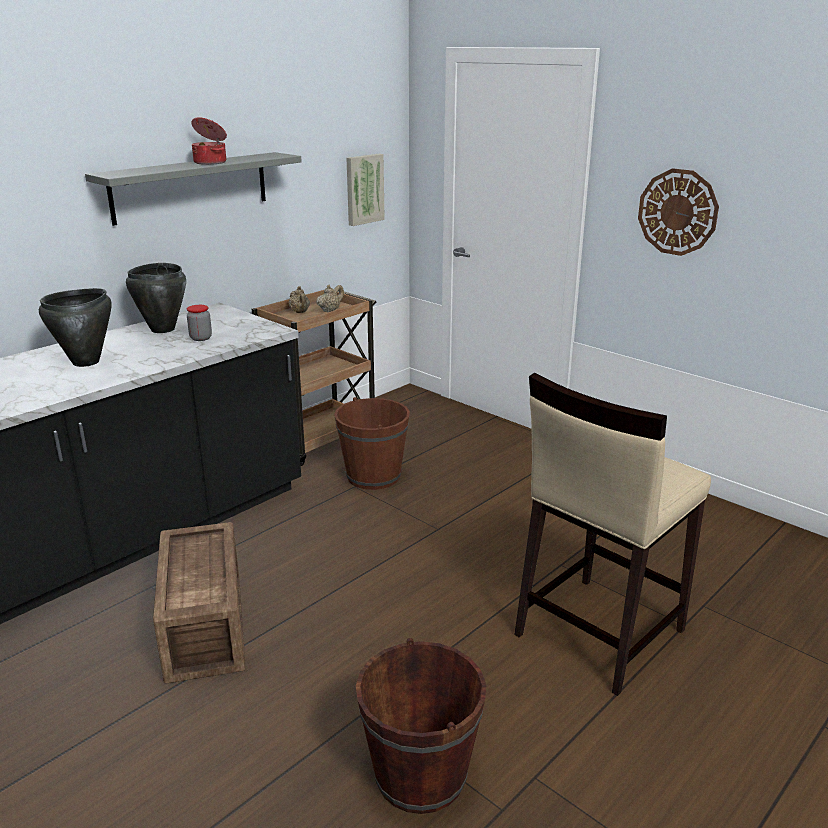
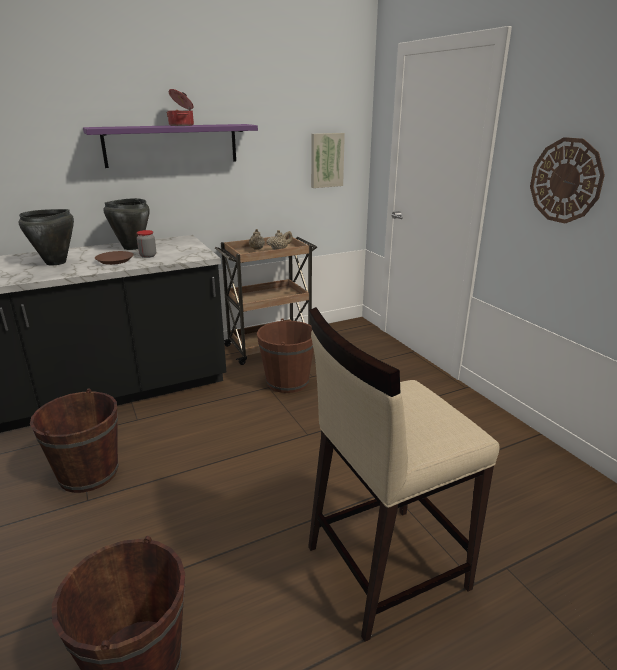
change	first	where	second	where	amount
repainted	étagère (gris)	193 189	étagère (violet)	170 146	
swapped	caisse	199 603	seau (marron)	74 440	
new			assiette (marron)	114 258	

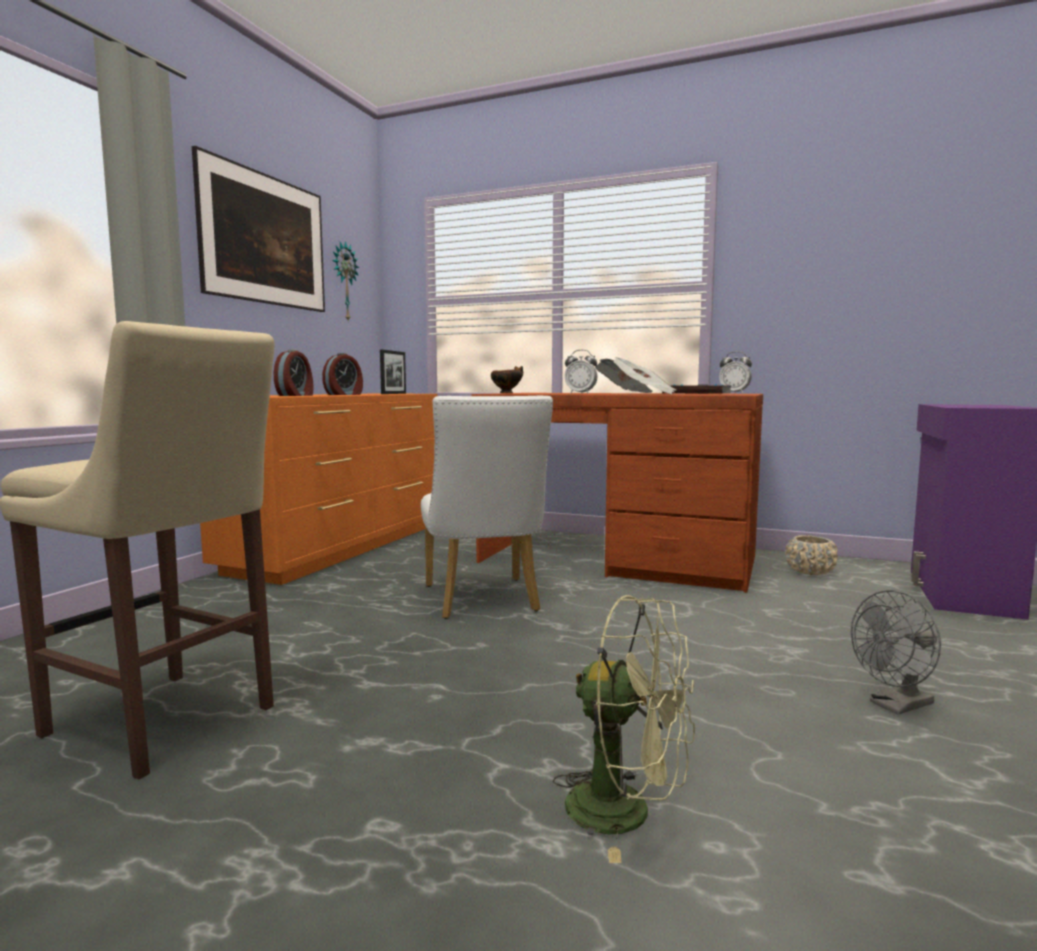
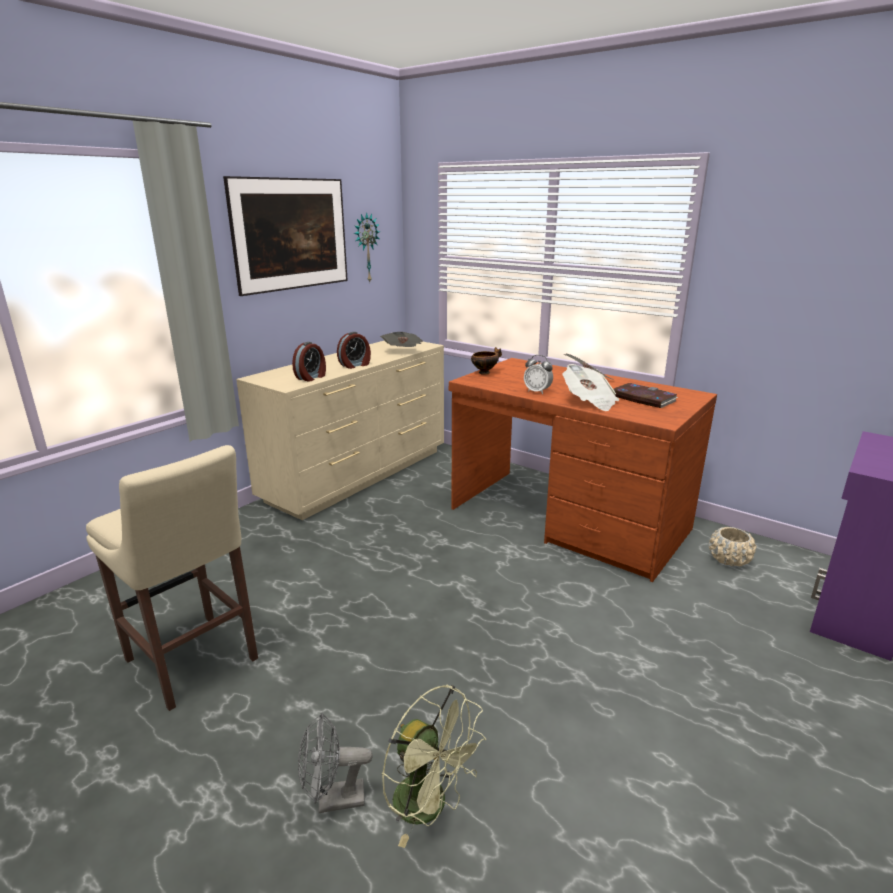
change	first	where	second	where	amount
repainted	commode (orange)	319 489	commode (beige)	340 430	
swapped	cadre photo	393 372	journal	401 339	
gone	chaise (blanc)	487 507			
gone	réveil	735 372			
shifted	ventilateur (gris)	896 652		335 762	

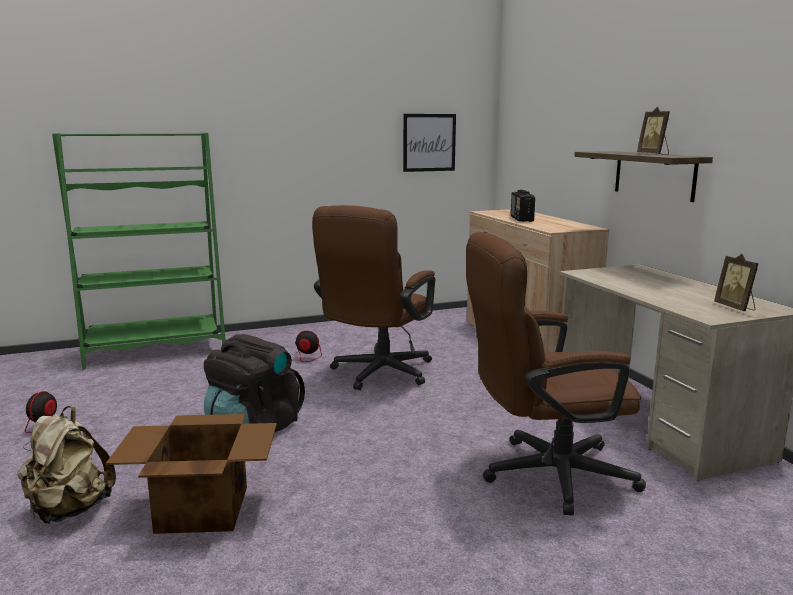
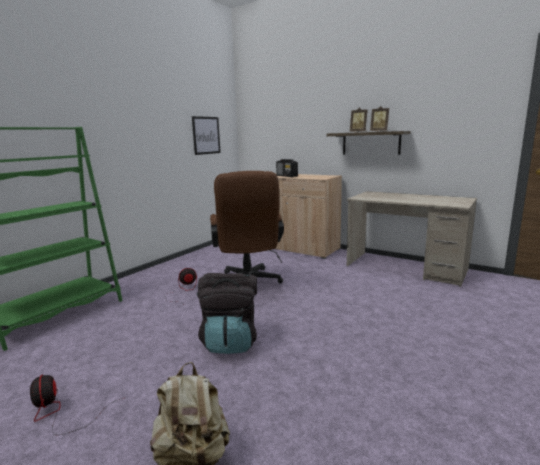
change	first	where	second	where	amount
gone	carton	191 474			
gone	chaise de bureau (marron)	556 374			
shifted	cadre photo	736 282		358 120	

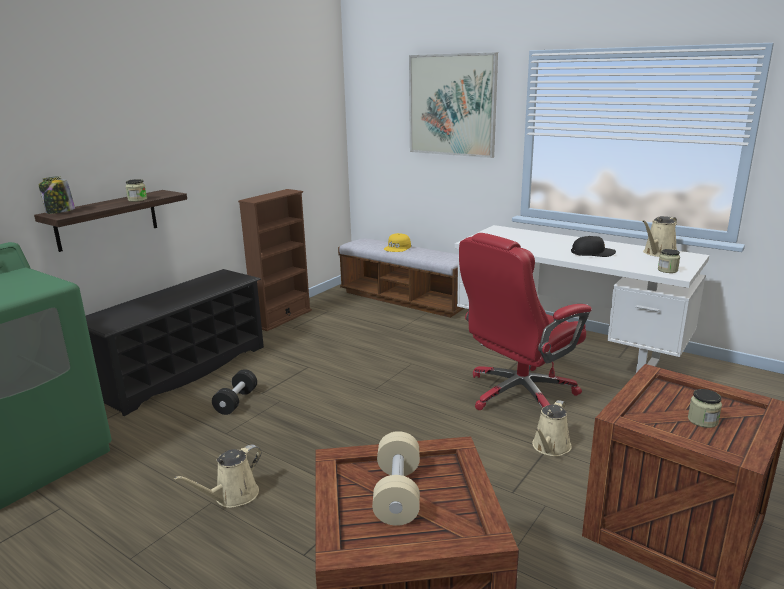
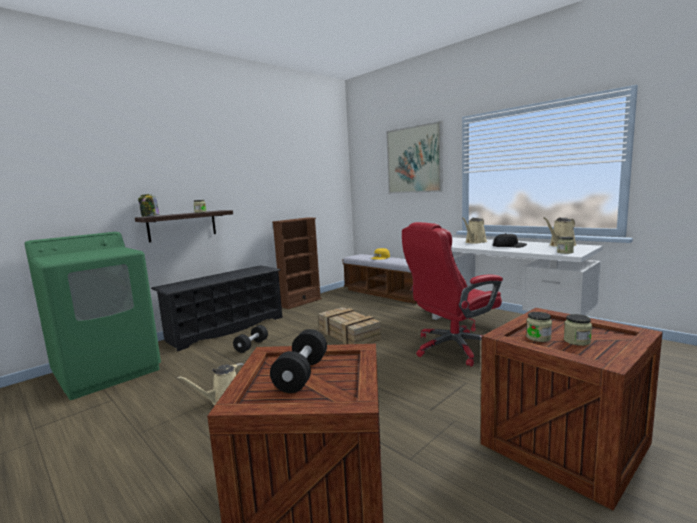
change	first	where	second	where	amount
repainted	haltère (beige)	396 478	haltère (noir)	298 361	
shifted	arrosoir (beige)	552 428		474 231	
new			caisse	349 325	
new			bocal	539 327	

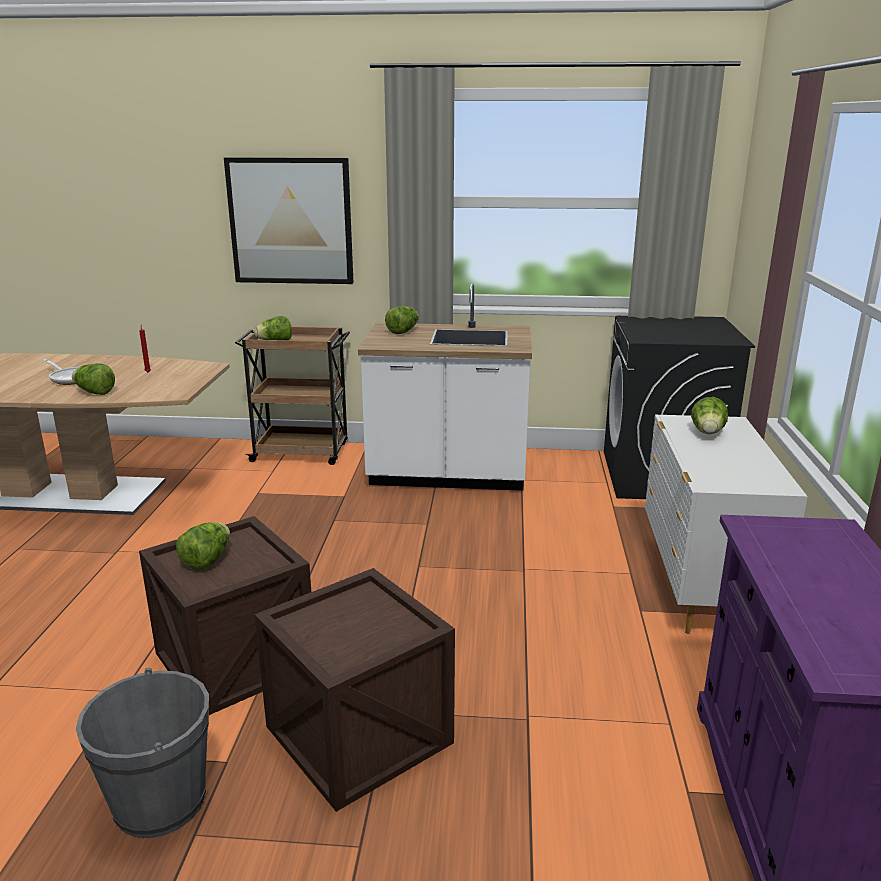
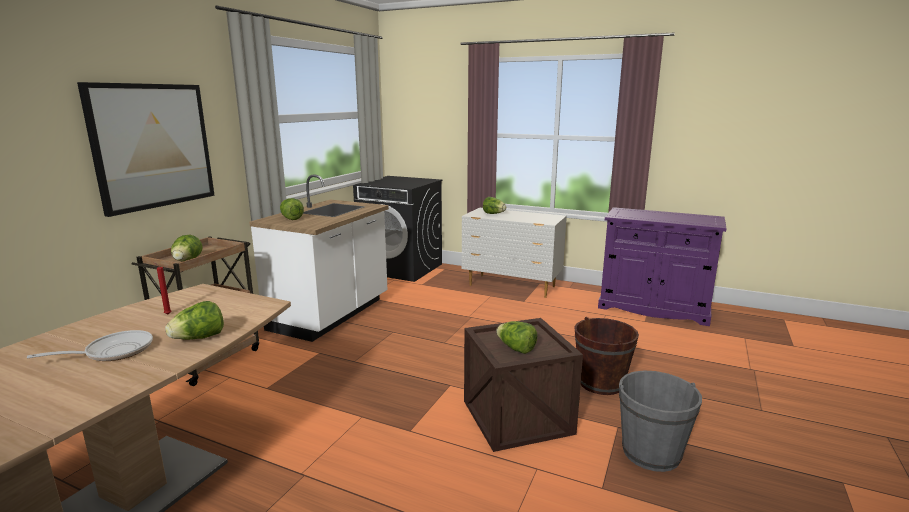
change	first	where	second	where	amount
swapped	caisse	355 690	seau (marron)	606 356	

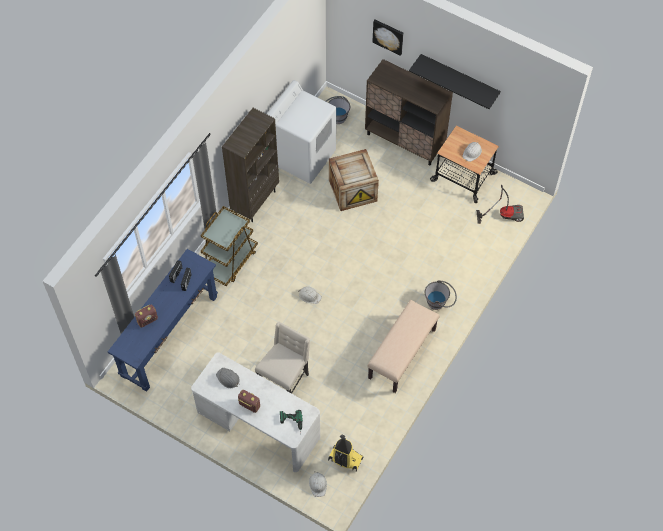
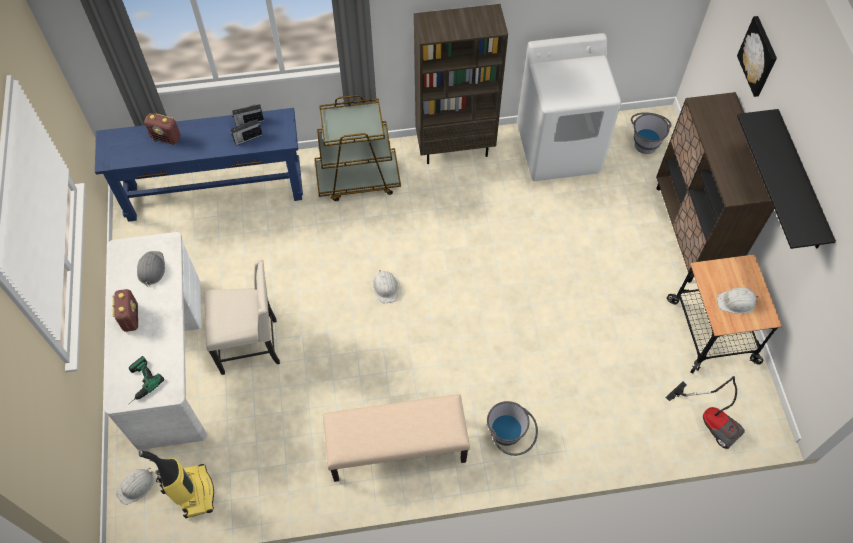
change	first	where	second	where	amount
gone	caisse	354 180			

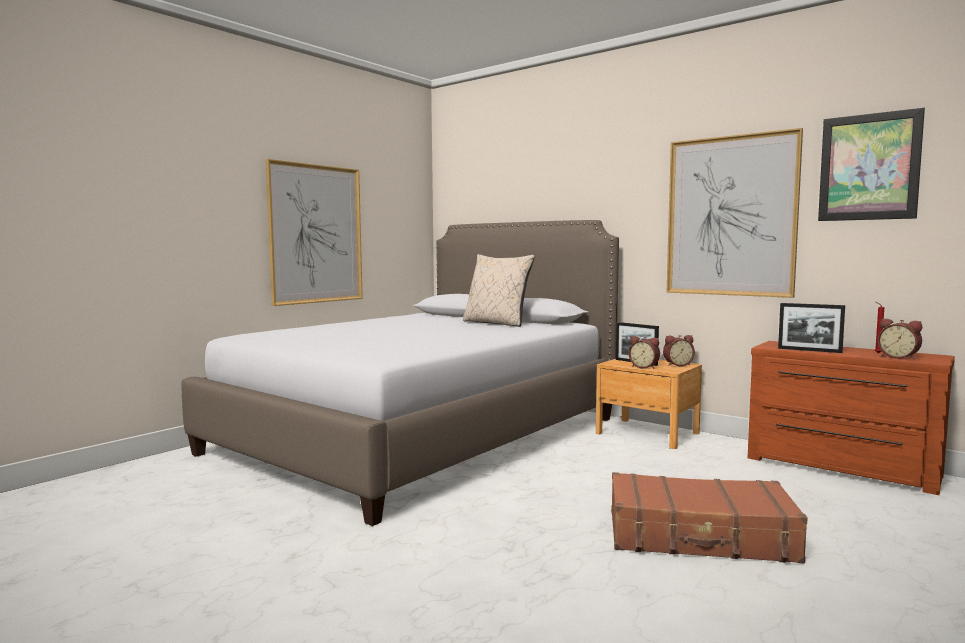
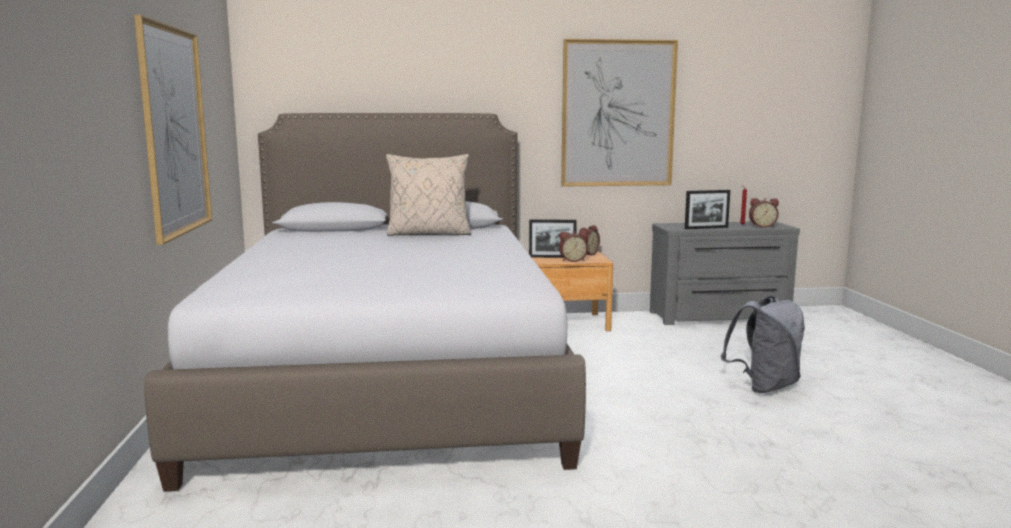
change	first	where	second	where	amount
swapped	valise (marron)	709 518	sac à dos (gris)	763 344	
repainted	commode (marron)	851 418	commode (gris)	725 273	
gone	tableau	871 164			

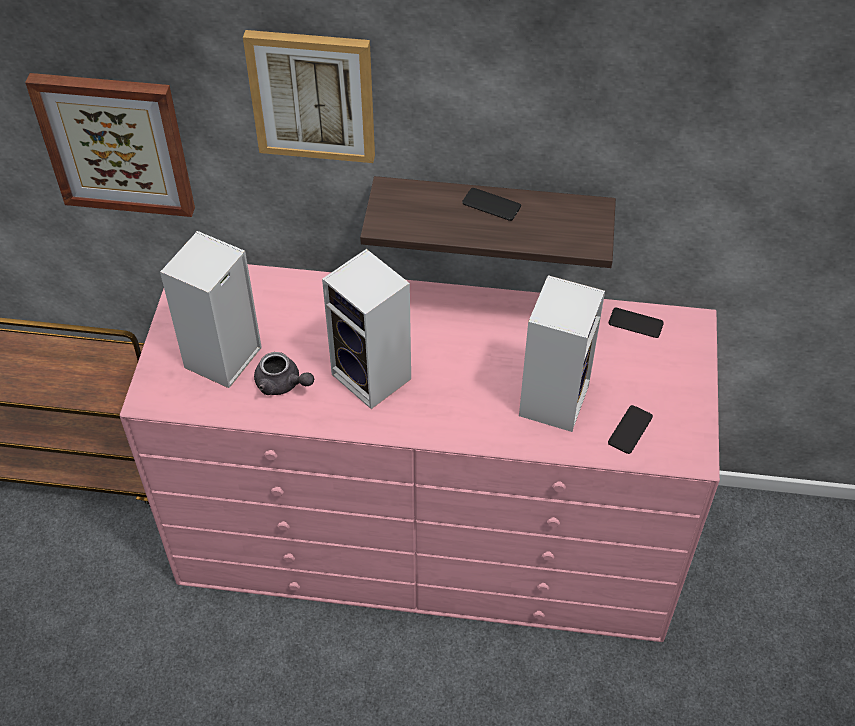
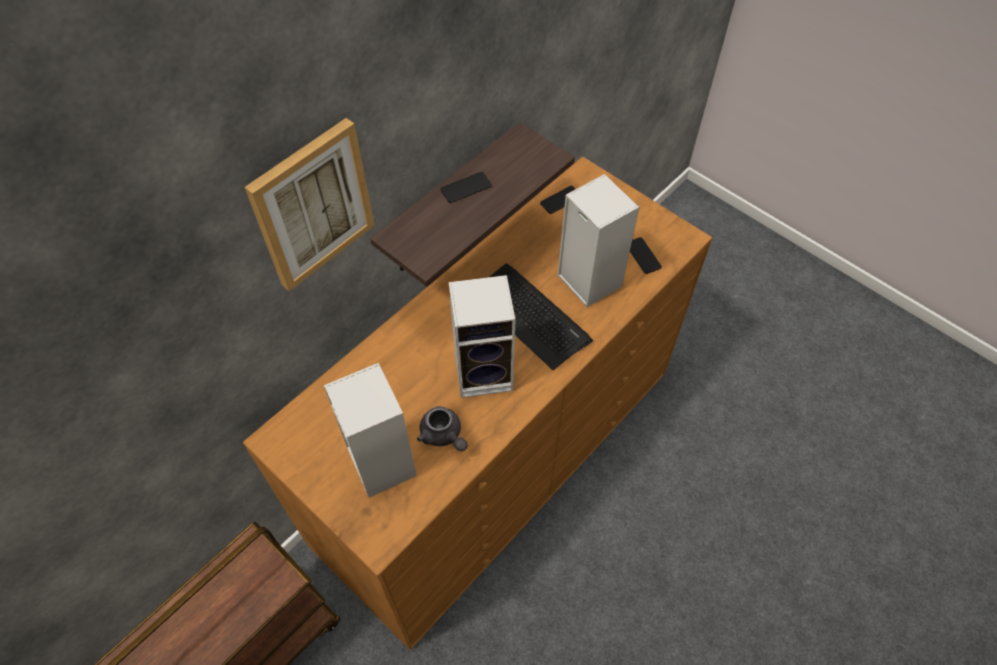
change	first	where	second	where	amount
gone	tableau	110 145			
repainted	commode (rose)	419 453	commode (marron)	477 403	
rotated	théière (gris)	284 373		442 428	75 degrees clockwise
new			clavier	541 316	

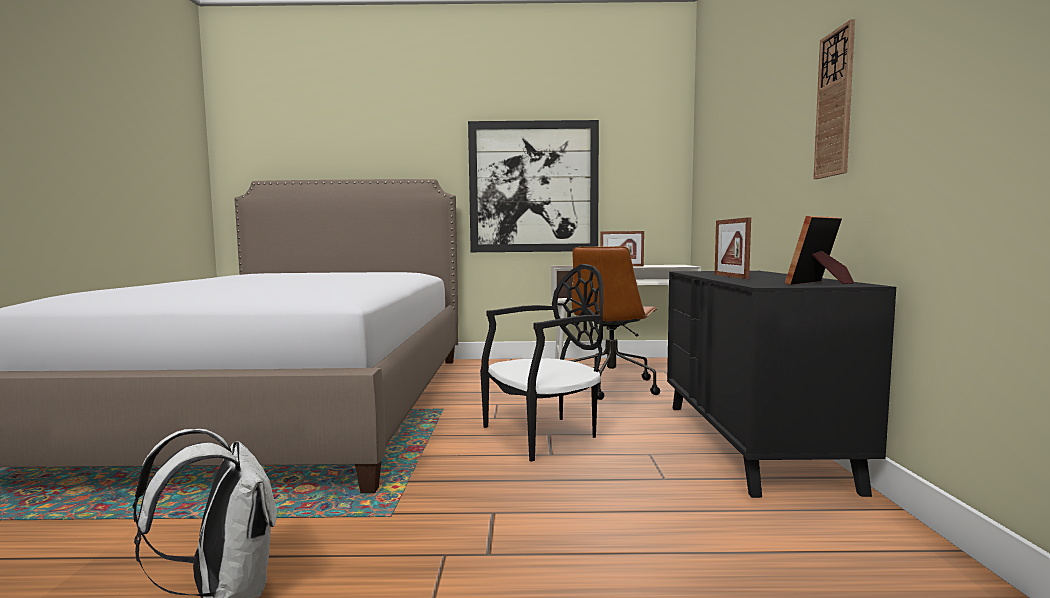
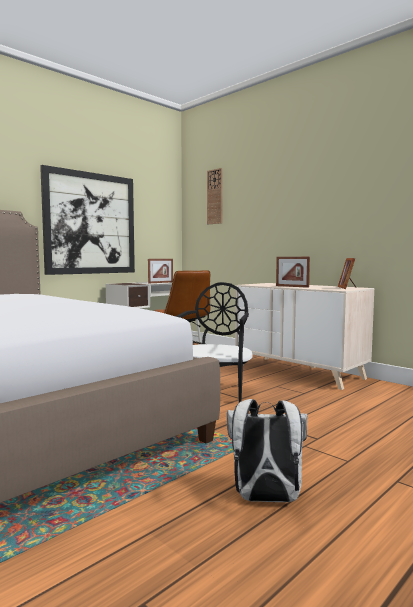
change	first	where	second	where	amount
repainted	commode (noir)	781 384	commode (beige)	304 336	
shifted	horloge murale	834 99		215 196	

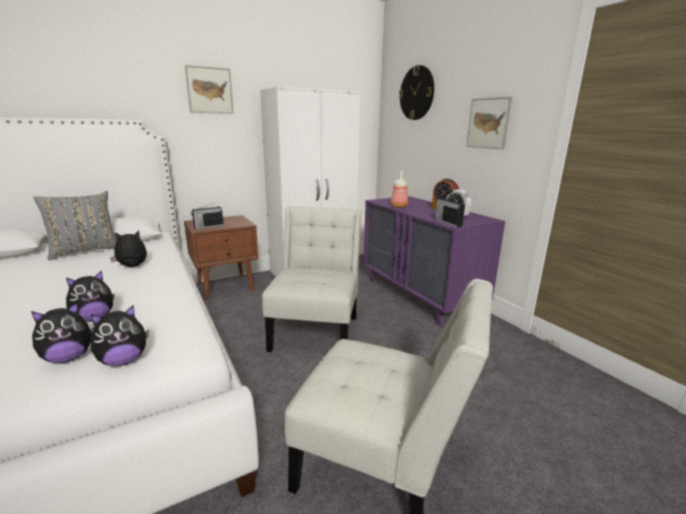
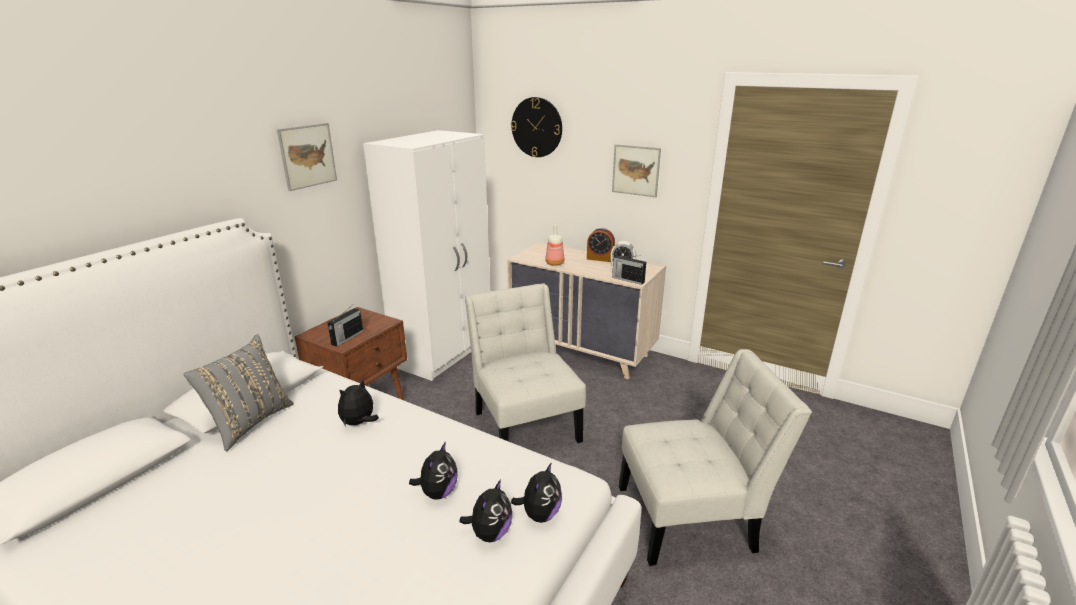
change	first	where	second	where	amount
repainted	commode (violet)	434 261	commode (beige)	586 311	

